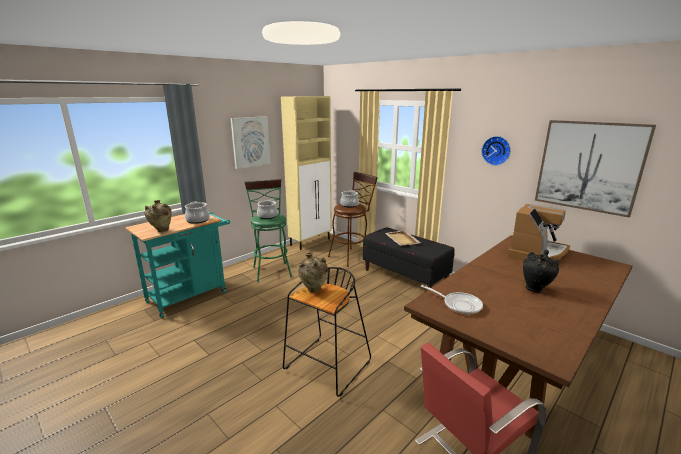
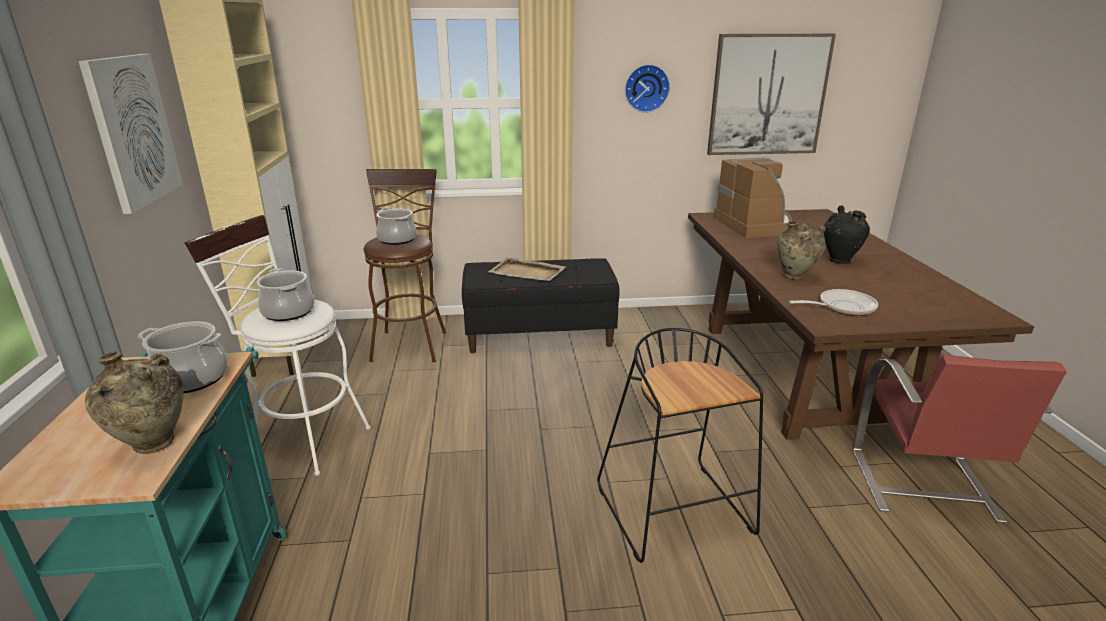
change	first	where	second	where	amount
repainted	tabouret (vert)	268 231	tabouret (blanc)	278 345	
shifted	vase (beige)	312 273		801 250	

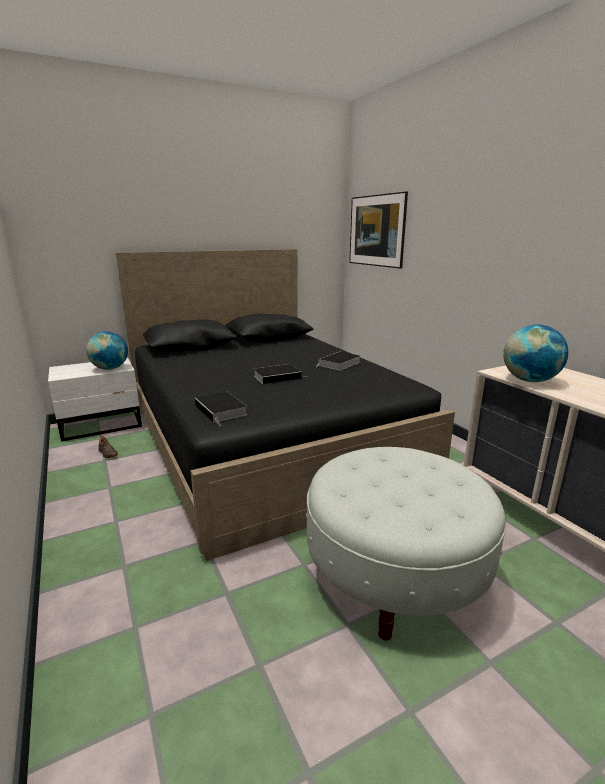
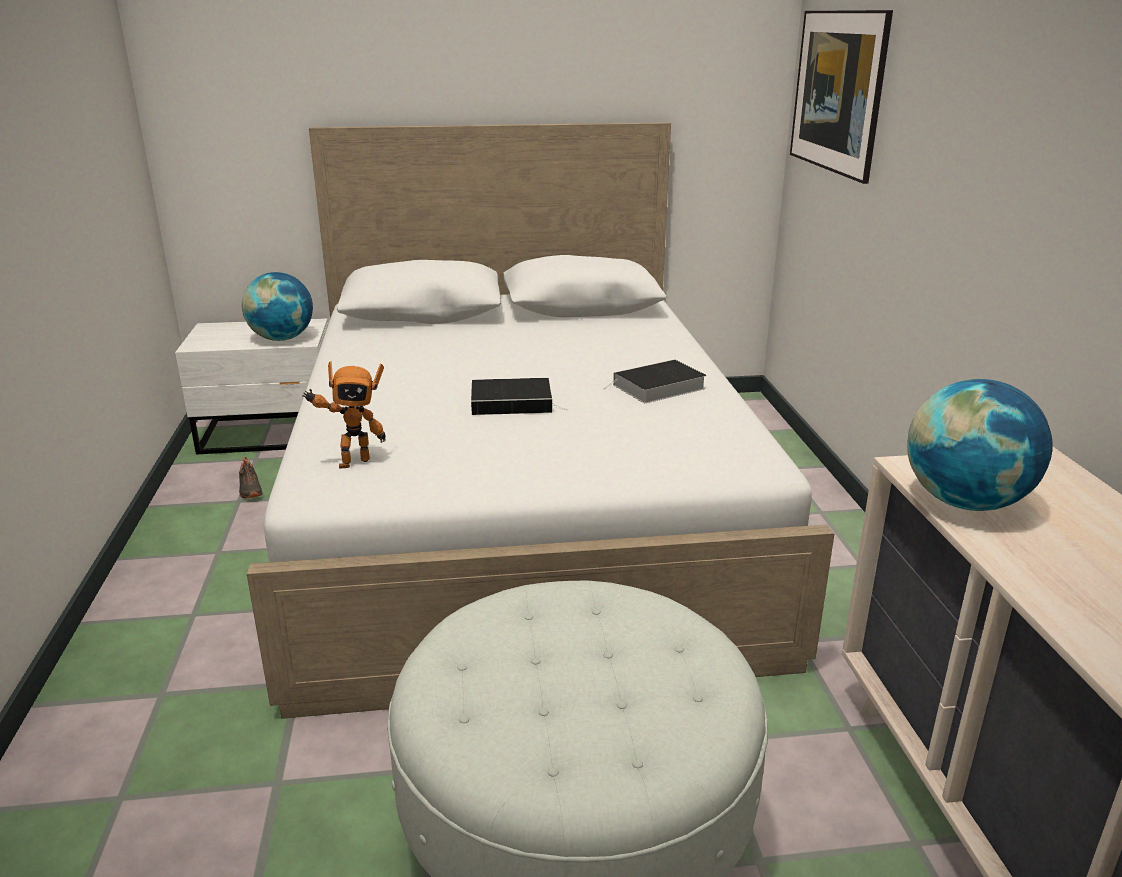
change	first	where	second	where	amount
repainted	lit (noir)	285 405	lit (blanc)	540 420	
swapped	livre	221 409	robot jouet	344 415	

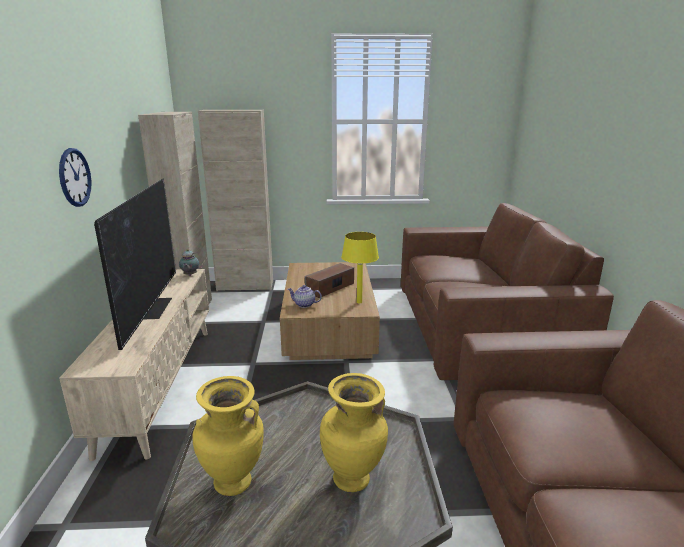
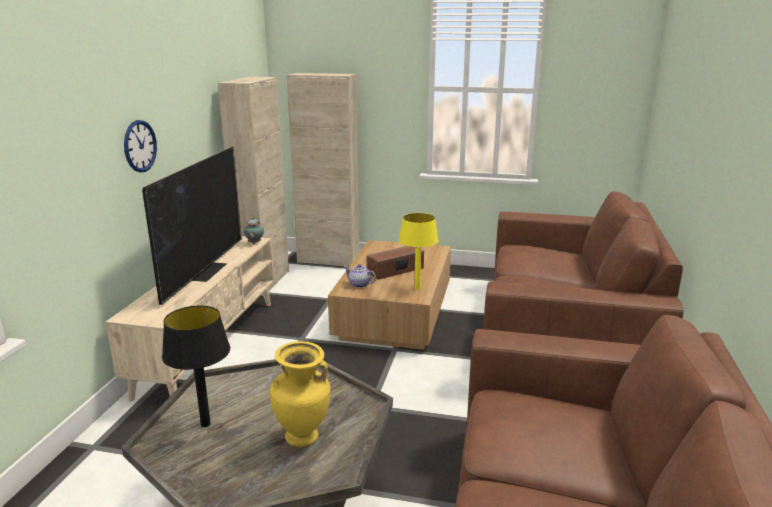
change	first	where	second	where	amount
swapped	vase (jaune)	228 436	lampe de table (noir)	196 366	

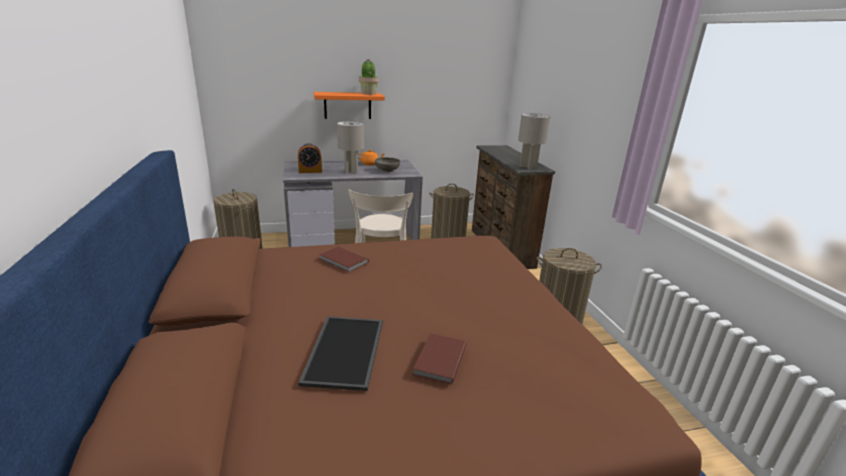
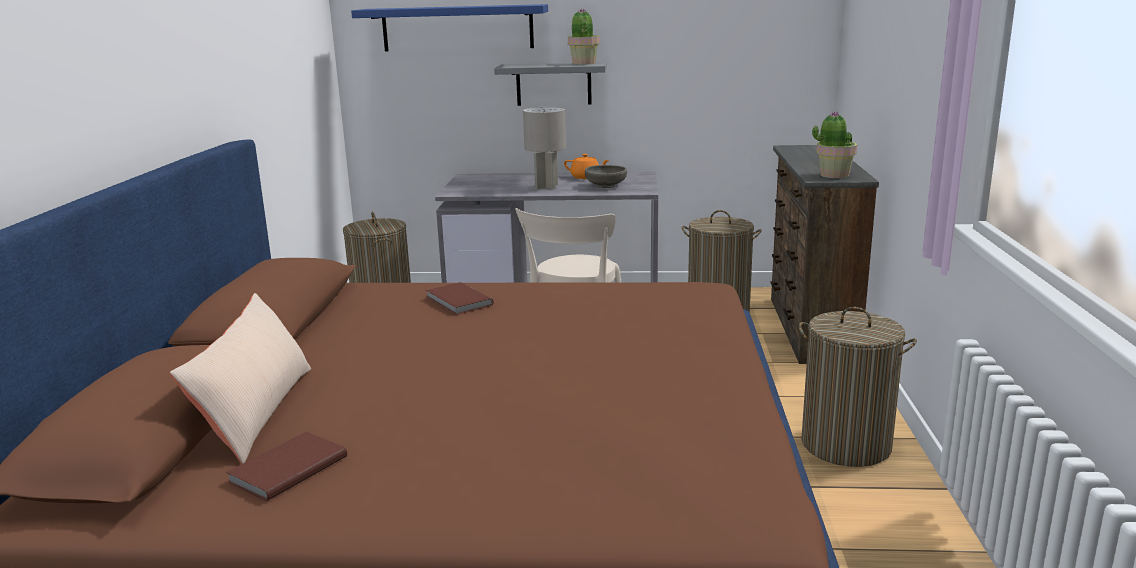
change	first	where	second	where	amount
gone	réveil	310 158			
gone	plateau	340 353			
repainted	étagère (orange)	349 105	étagère (gris)	550 84	
shifted	livre (marron)	439 358		286 466	
swapped	lampe de table (gris)	534 141	plante en pot	834 144	
new			coussin (beige)	240 378	
new			étagère (bleu)	449 28	

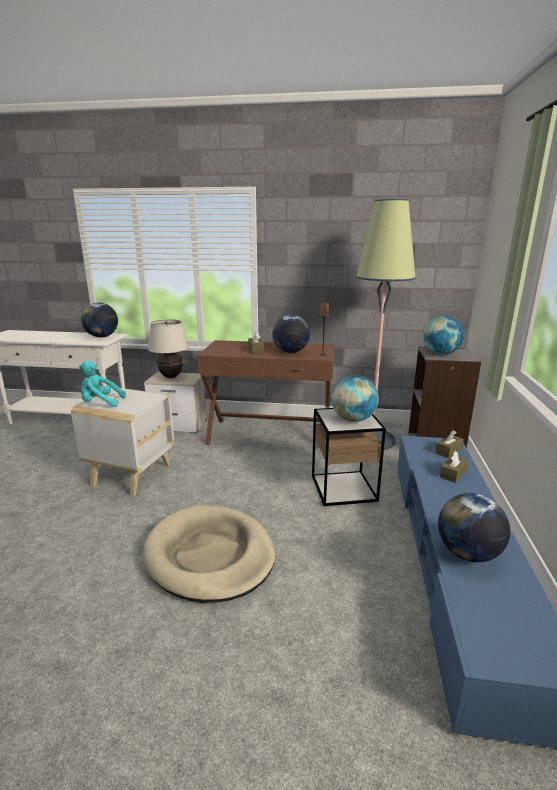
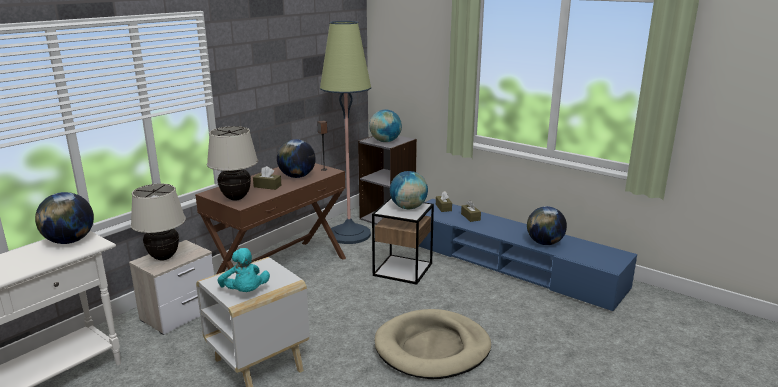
change	first	where	second	where	amount
rotated	peluche (turquoise)	102 384		243 270	60 degrees counterclockwise
new			lampe de table (beige)	232 163	

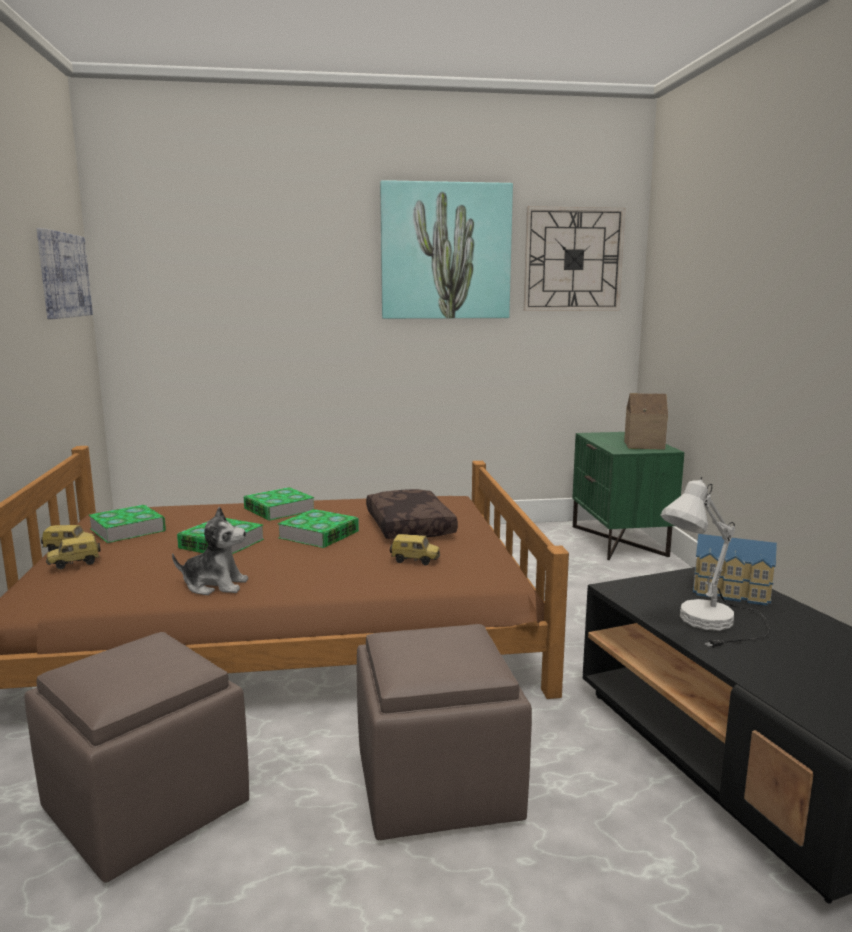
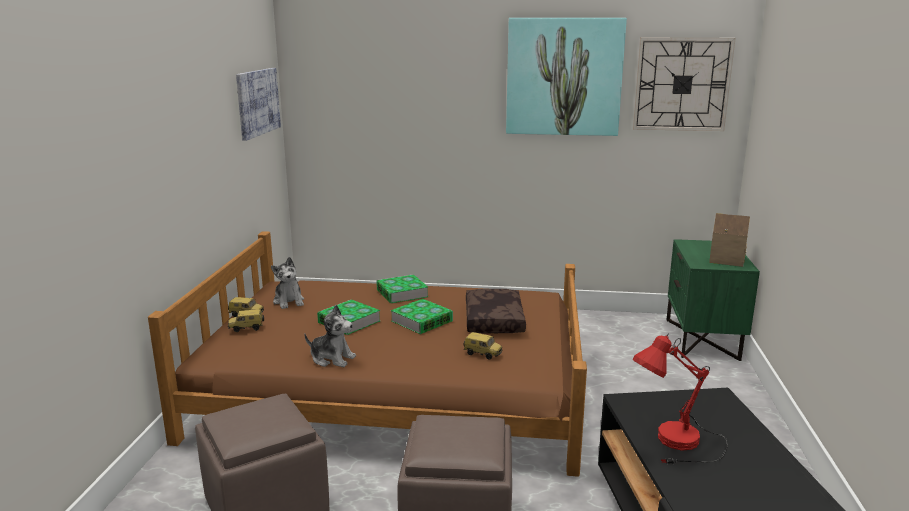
change	first	where	second	where	amount
swapped	livre	127 524	peluche	287 283	
repainted	lampe de table (blanc)	715 562	lampe de table (rouge)	680 399	
gone	maison miniature	735 570			

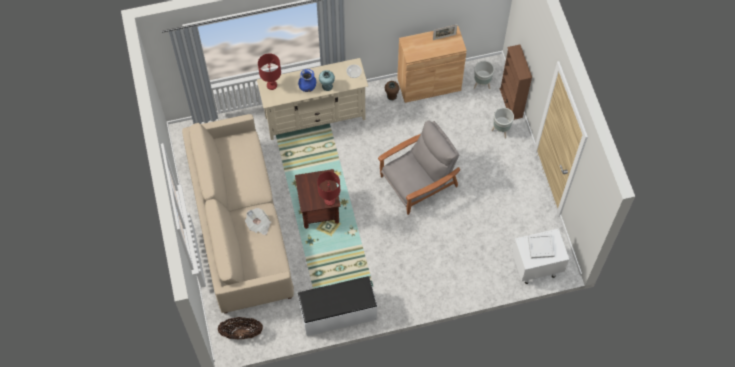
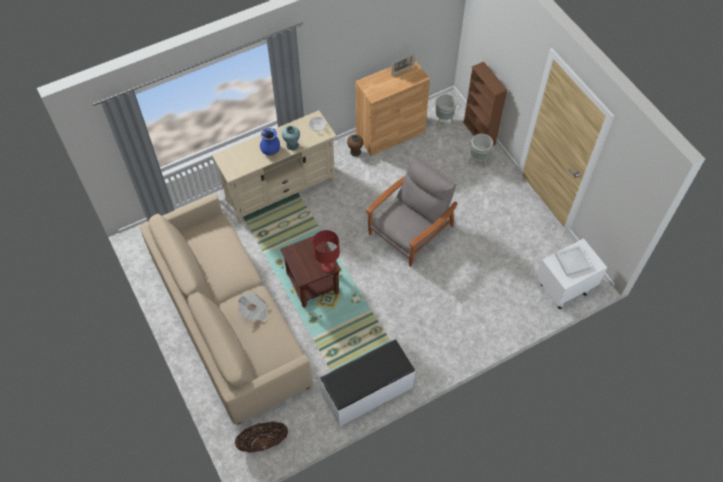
change	first	where	second	where	amount
gone	lampe de table (rouge)	269 71			

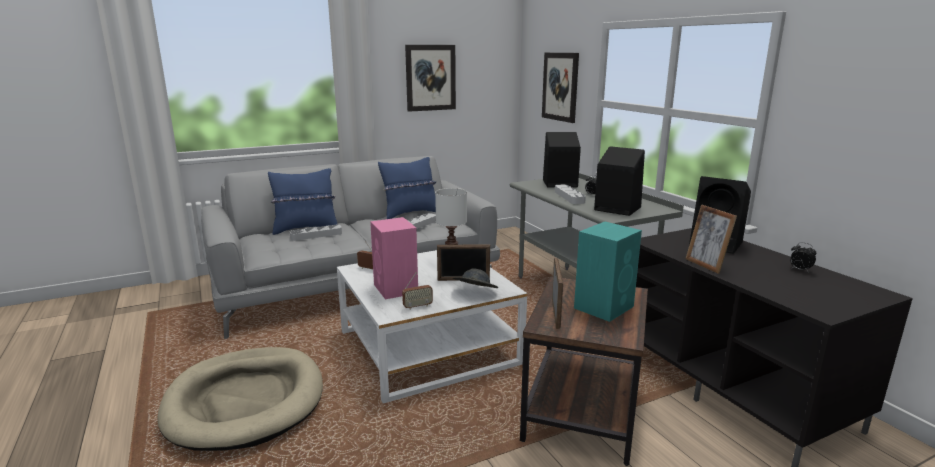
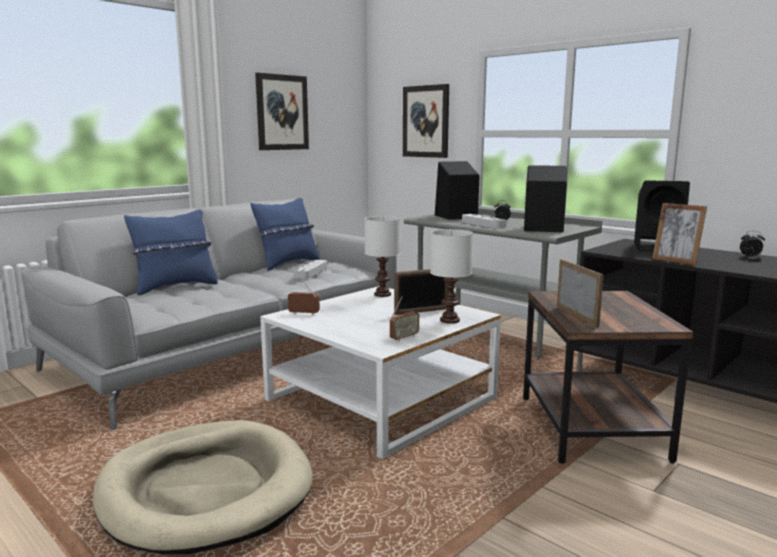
change	first	where	second	where	amount
gone	plateau (gris)	316 233			
gone	enceinte (rose)	394 258			
swapped	chapeau (gris)	476 278	lampe de table (blanc)	451 276	
gone	enceinte (turquoise)	608 272			

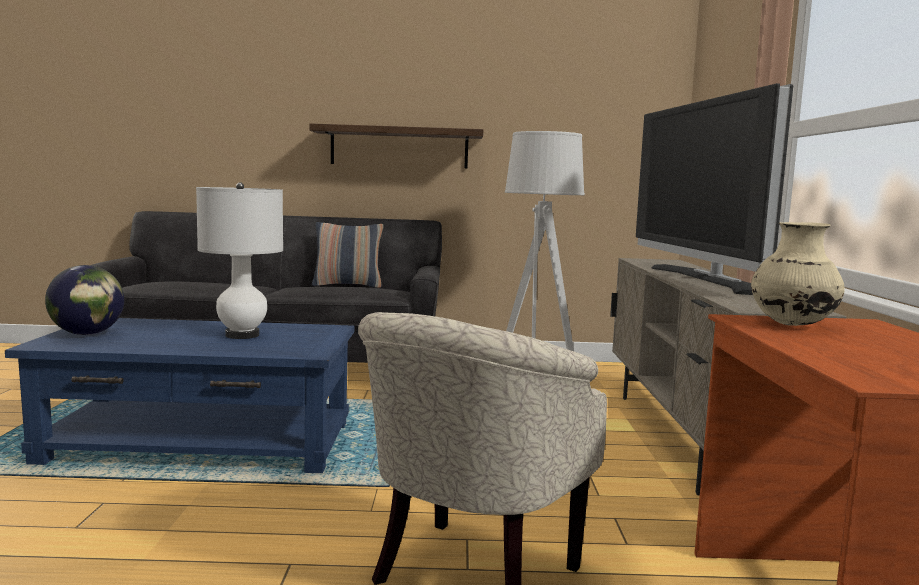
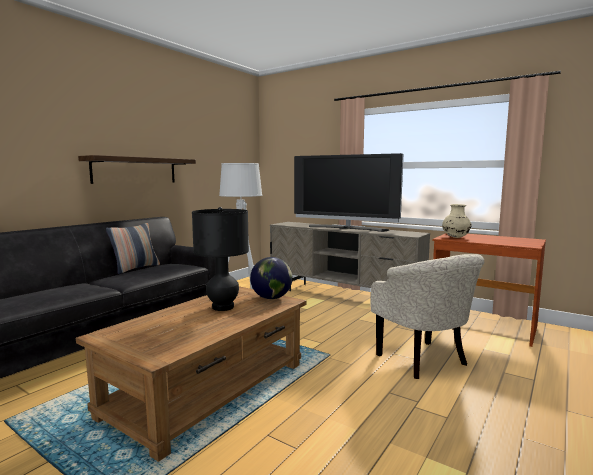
change	first	where	second	where	amount
repainted	table basse (bleu)	180 395	table basse (marron)	191 374	
shifted	globe	84 300		271 278	
repainted	lampe de table (blanc)	239 260	lampe de table (noir)	220 259	

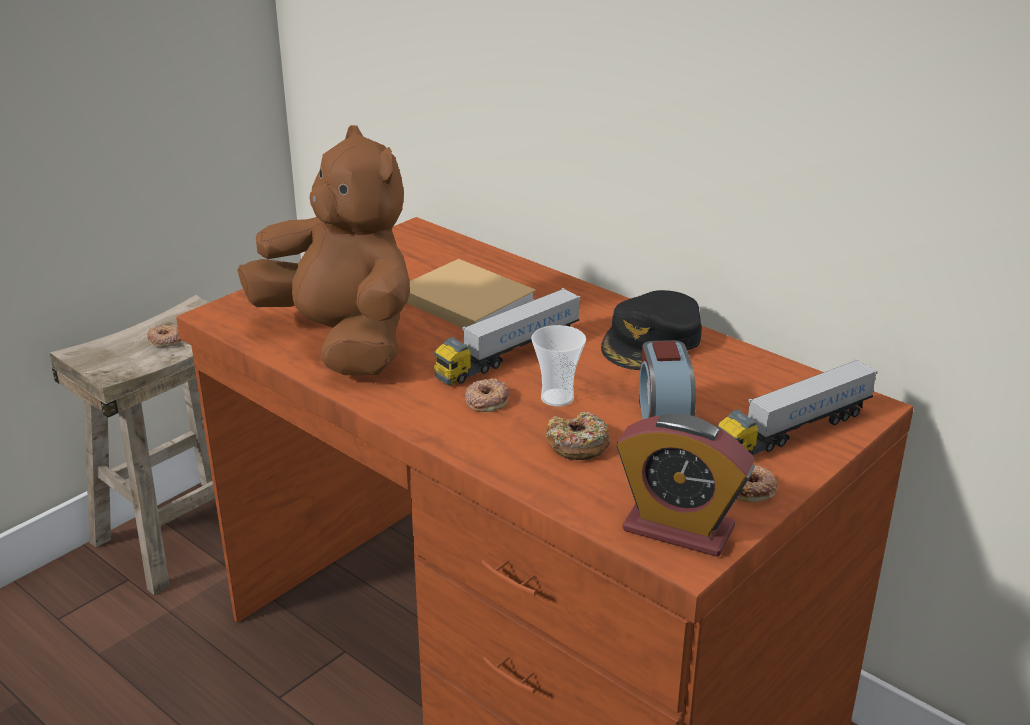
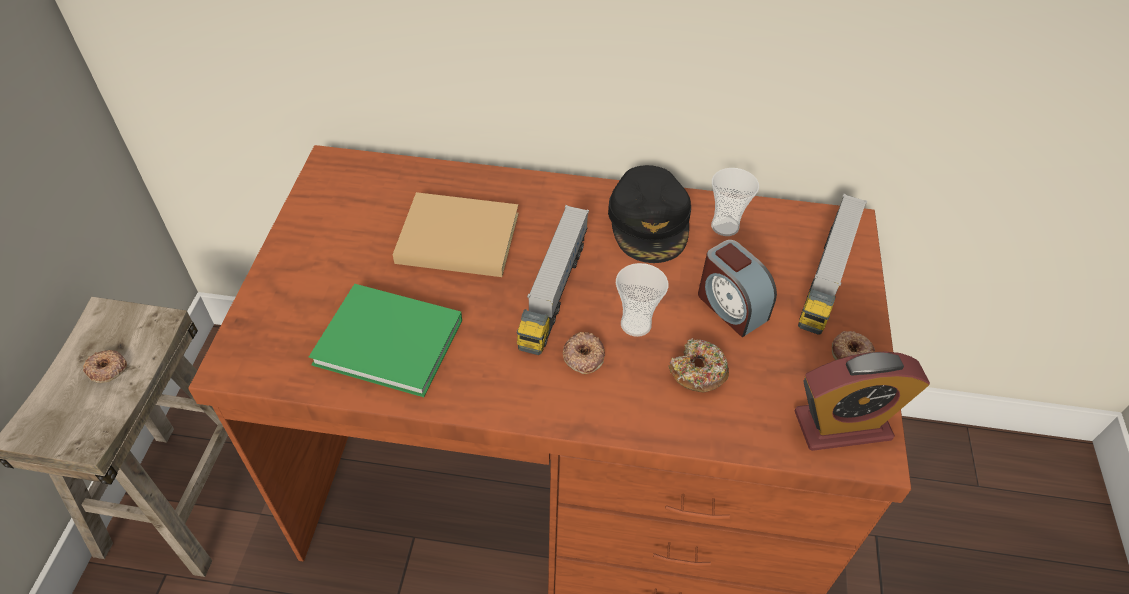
change	first	where	second	where	amount
swapped	peluche (marron)	323 250	livre (vert)	385 340	
new			tasse	735 202	

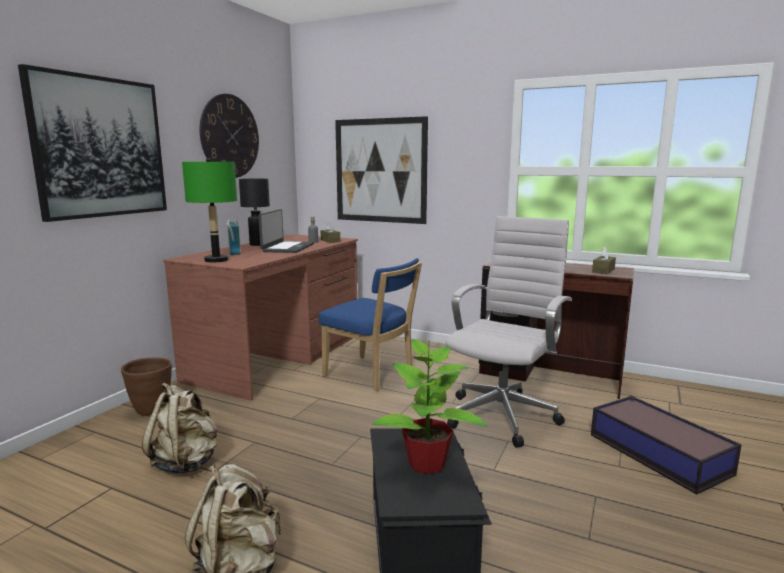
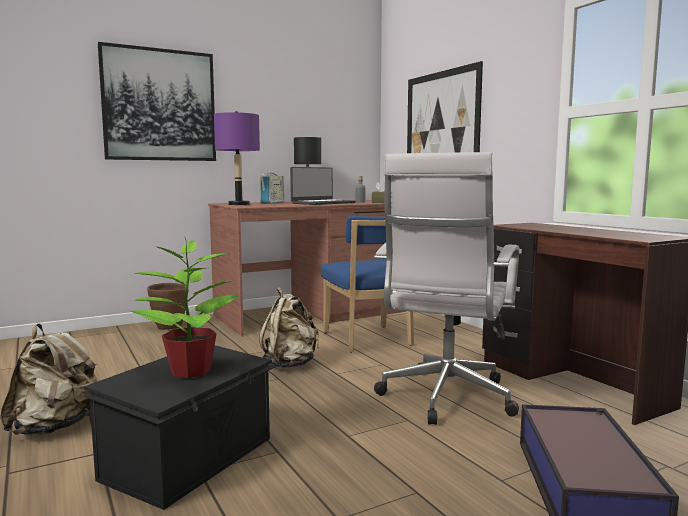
change	first	where	second	where	amount
shifted	sac à dos (beige)	179 428		289 327	
repainted	lampe de table (vert)	209 210	lampe de table (violet)	237 158	
gone	horloge murale	229 136			
rotated	chaise de bureau (blanc)	508 332		447 288	135 degrees clockwise
gone	boîte à mouchoirs (marron)	604 260			

